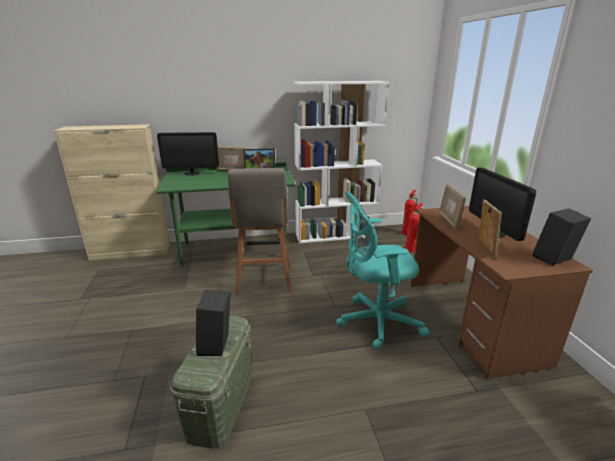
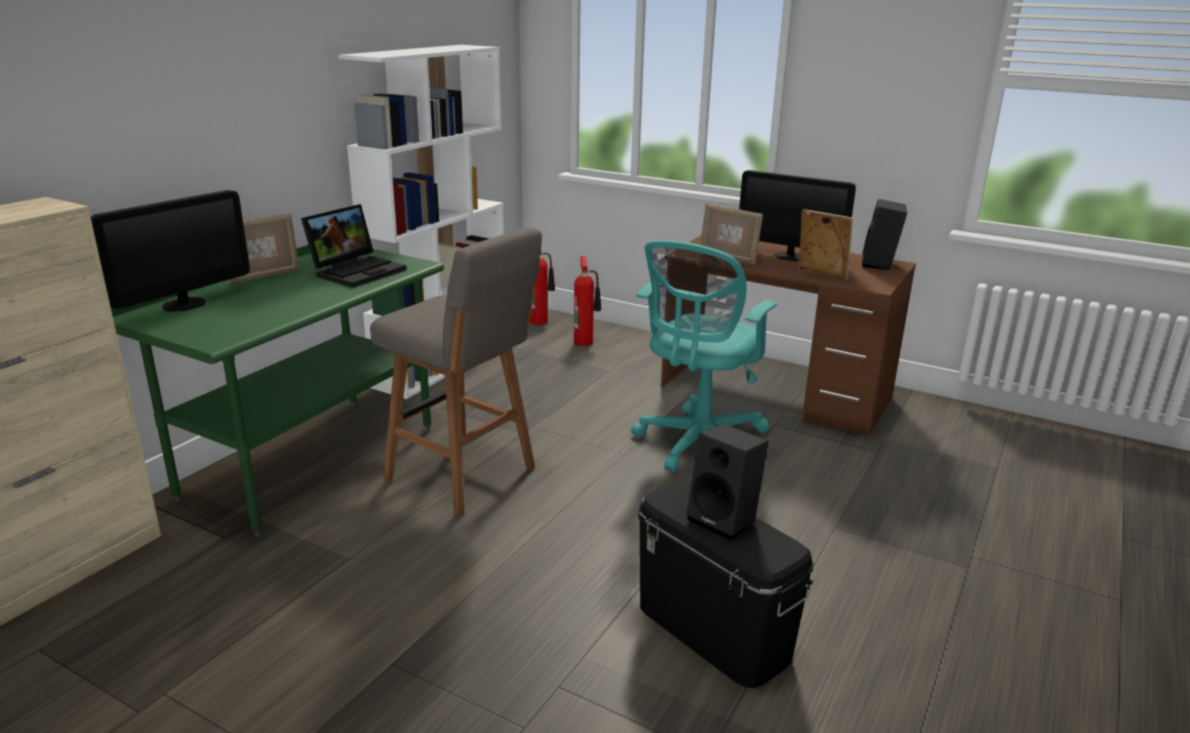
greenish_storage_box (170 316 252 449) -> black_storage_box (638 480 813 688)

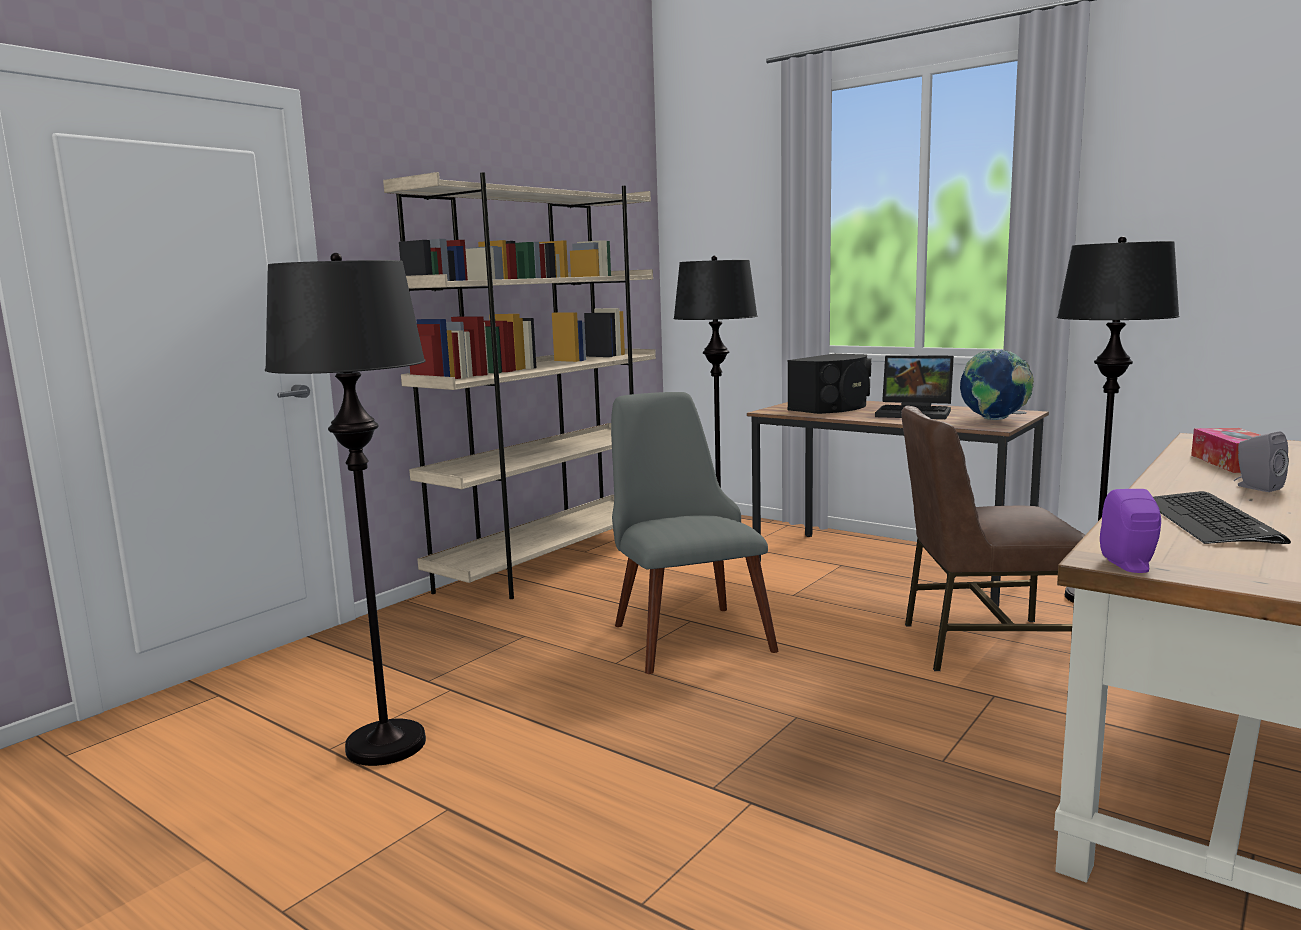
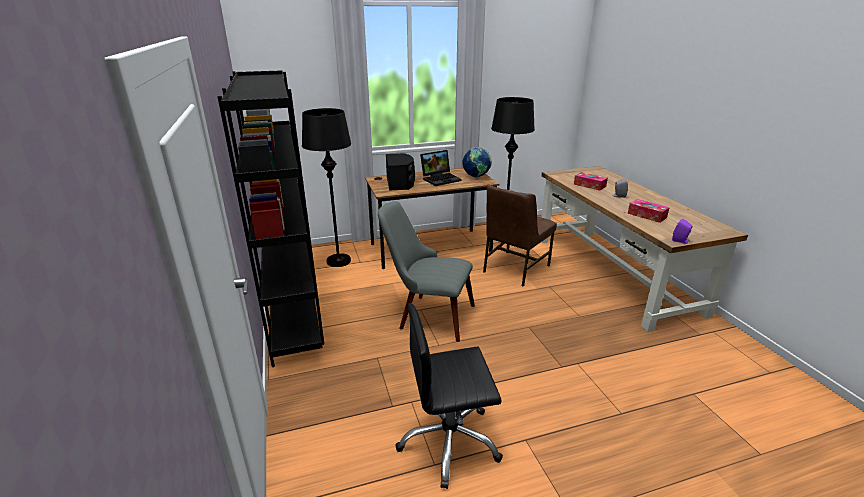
sand-coloured_bookshelf (383 172 656 599) -> black_bookshelf (217 70 324 367)
black_standard_lamp (265 253 426 766) -> black_office_chair (396 303 503 489)
computer_keyboard (1153 491 1291 544) -> box_of_tissues (628 199 670 223)

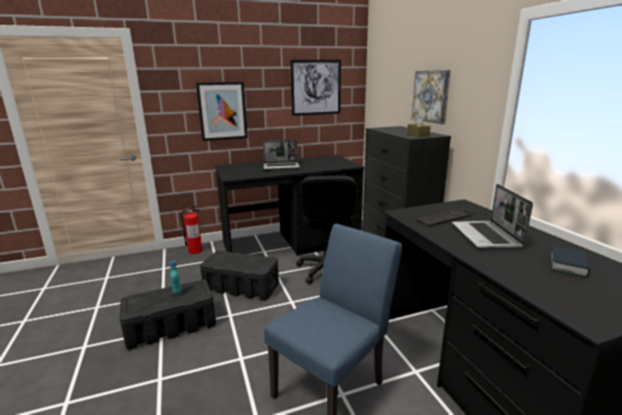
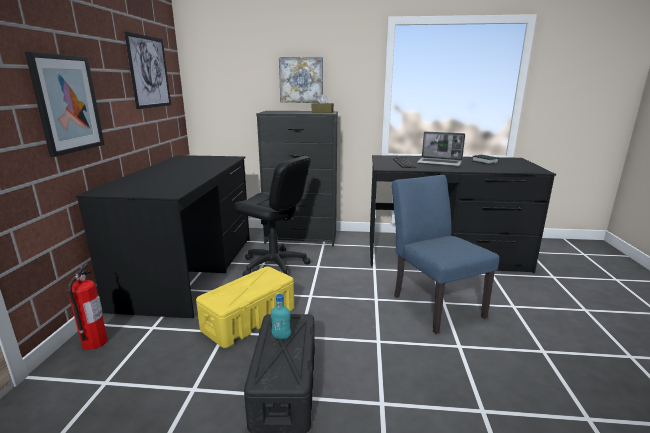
portable_computer (263 140 300 170) -> none
black_storage_box (200 251 279 300) -> yellowish_storage_box (196 266 294 348)

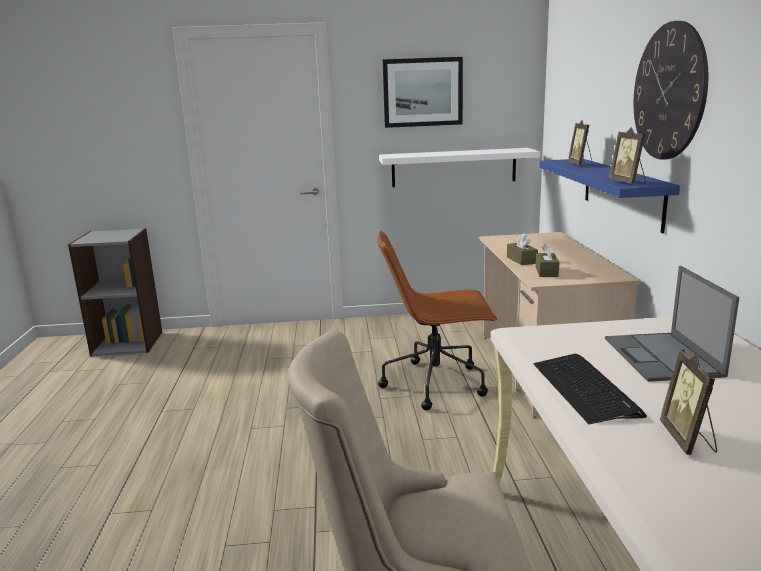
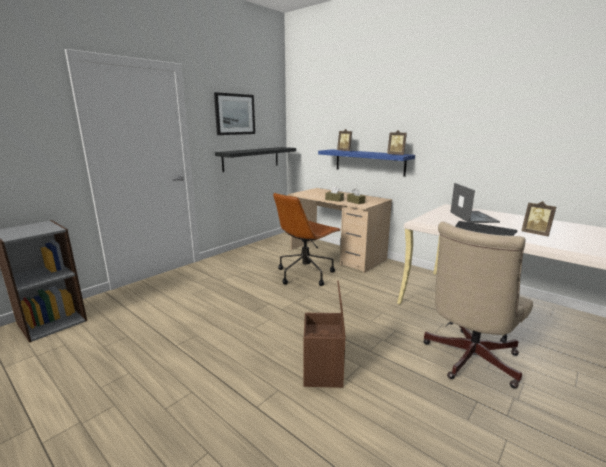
hanging_clock (634 21 708 160) -> none
whitish_bracket_shelf (379 148 540 187) -> black_bracket_shelf (215 147 296 172)
portable_computer (605 266 739 382) -> portable_computer (450 183 500 223), 135 degrees counterclockwise
none -> brown_storage_box (304 281 346 388)

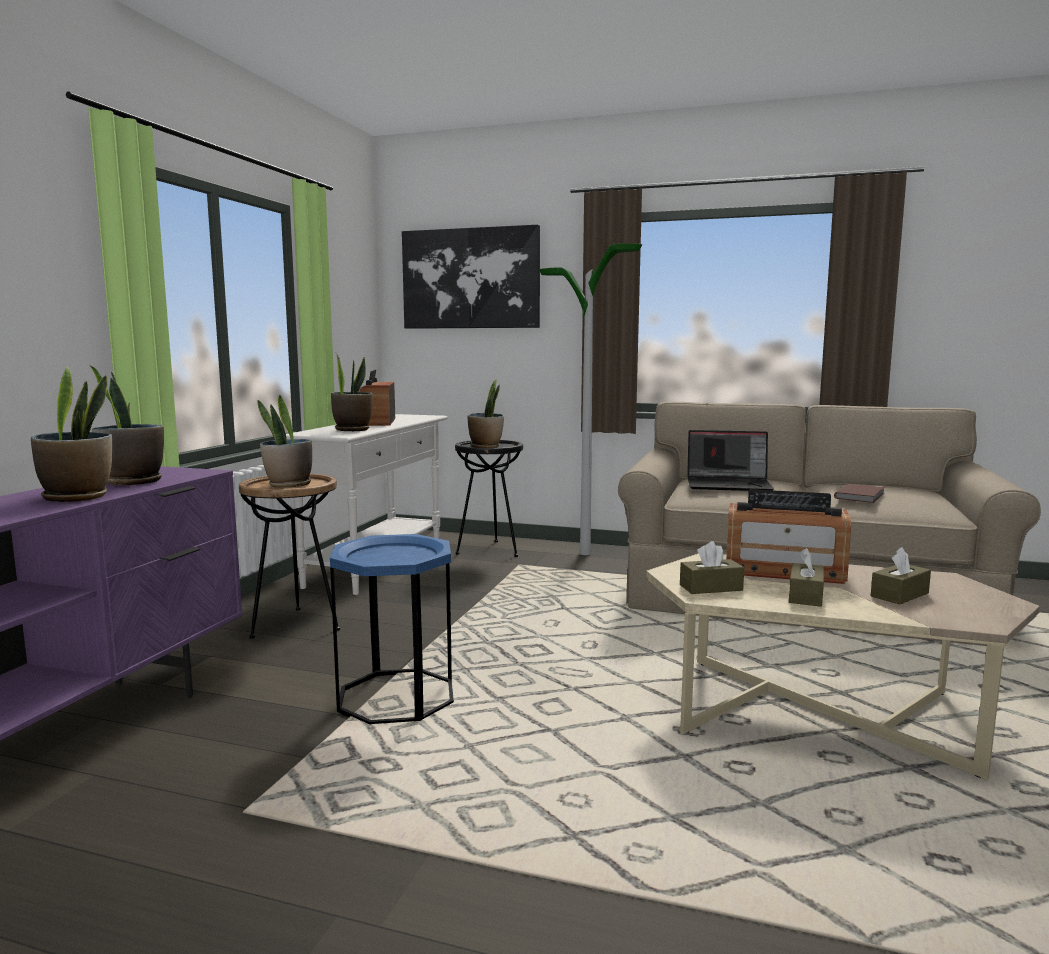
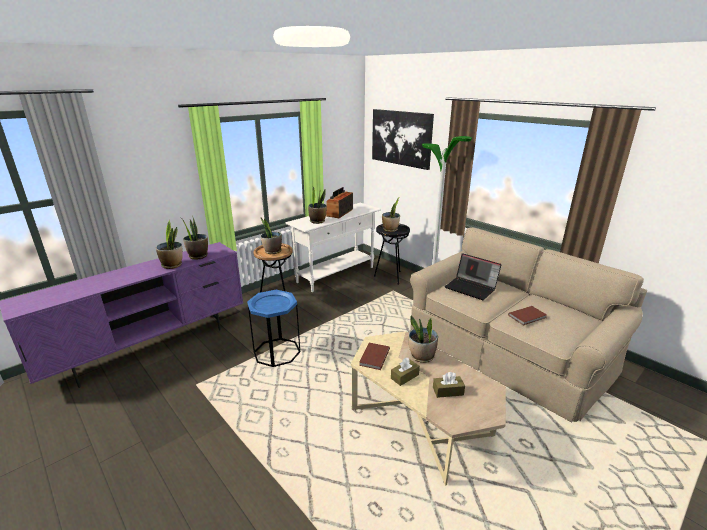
radio_receiver (726 489 851 584) -> plant_in_a_pot (409 316 438 363)
brown_box_of_tissues (680 541 744 594) -> brown_volume (359 343 390 370)

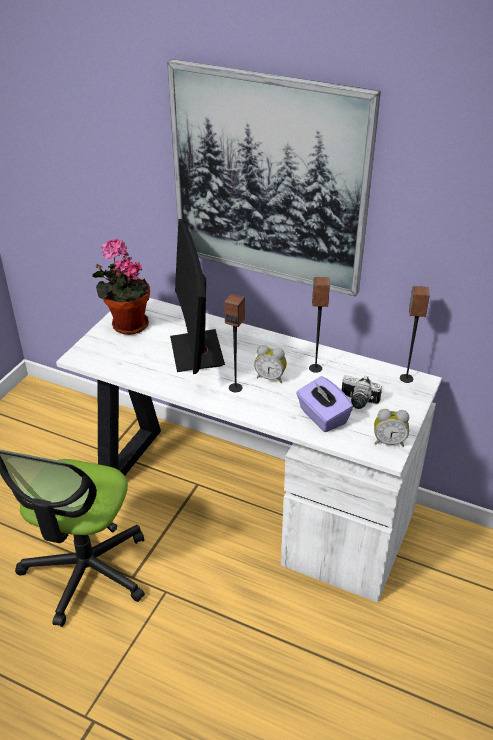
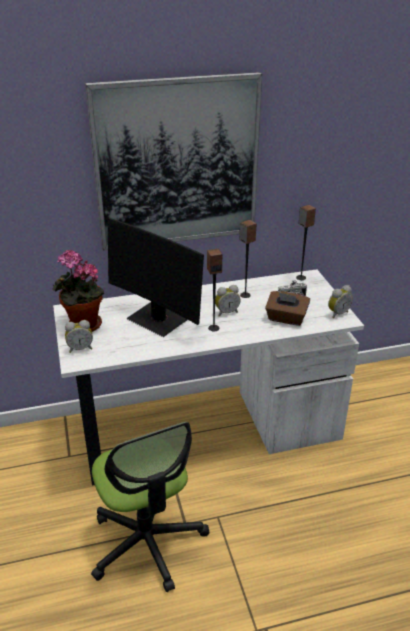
purplish_box_of_tissues (296 376 353 432) -> brown_box_of_tissues (265 291 310 326)
none -> table_clock (65 320 93 353)

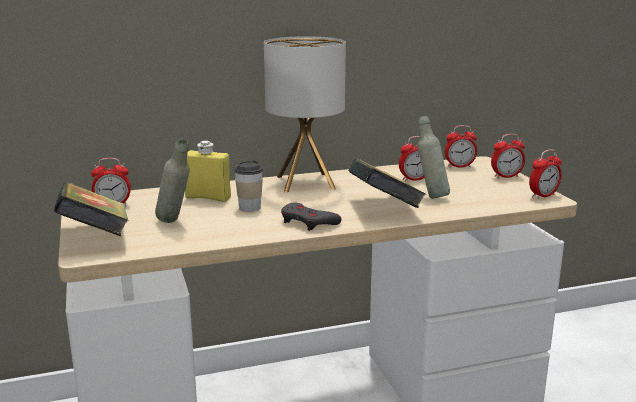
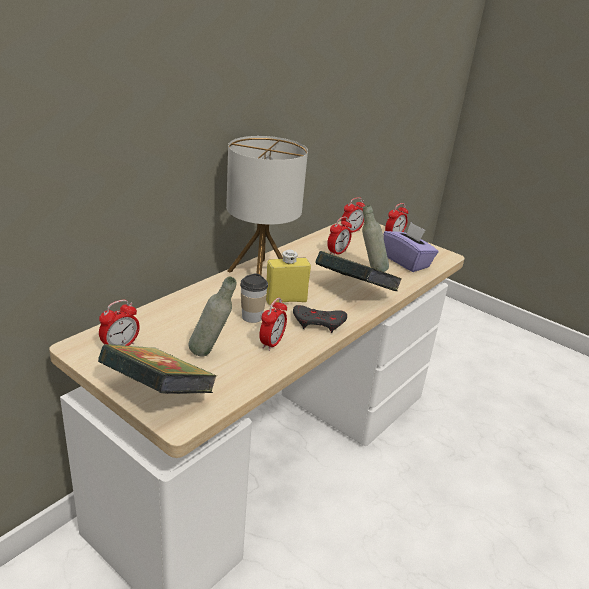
yellowish_beverage_bottle (185 141 231 202) -> yellowish_beverage_bottle (266 250 311 305), moved
table_clock (529 149 562 199) -> table_clock (259 298 287 351), moved
none -> purplish_box_of_tissues (383 222 439 272)

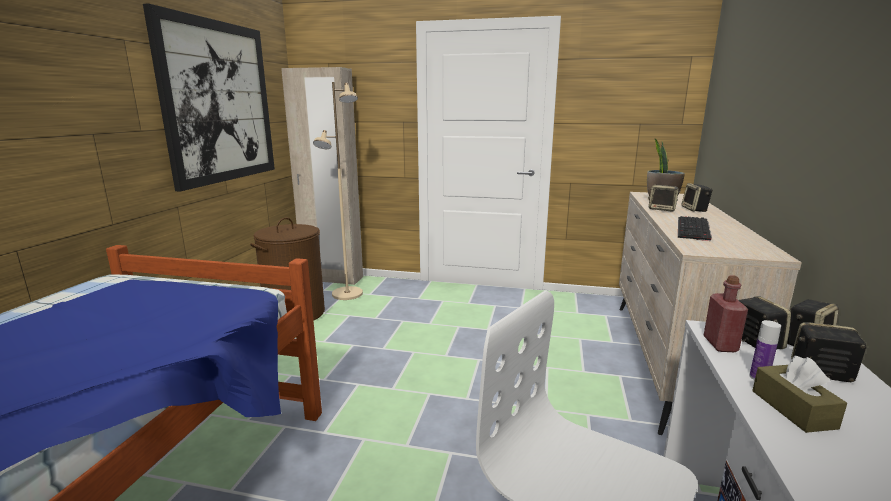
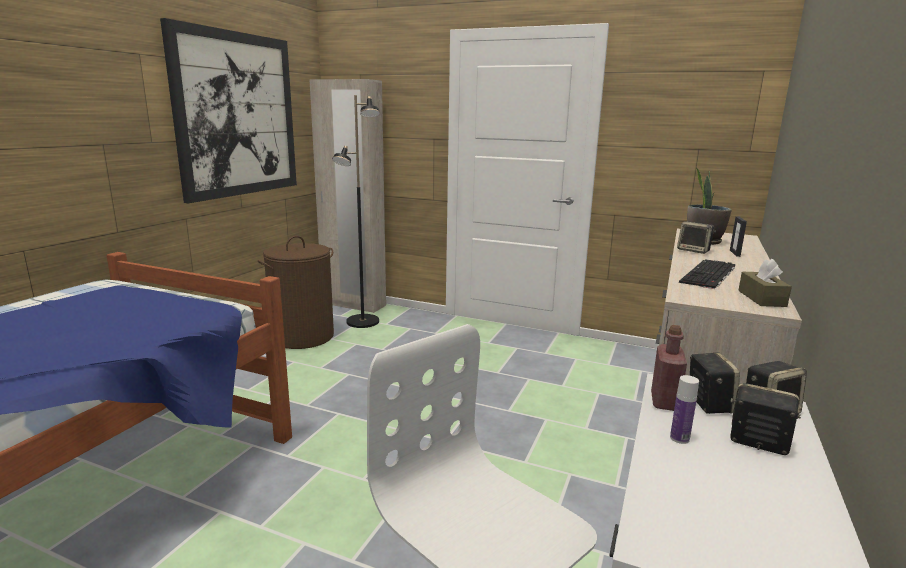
sand-coloured_standard_lamp (313 82 363 300) -> black_standard_lamp (332 95 380 328)
audio_speaker (681 183 713 212) -> photo_frame (730 216 747 257)
brown_box_of_tissues (752 356 847 433) -> brown_box_of_tissues (738 259 792 307), moved

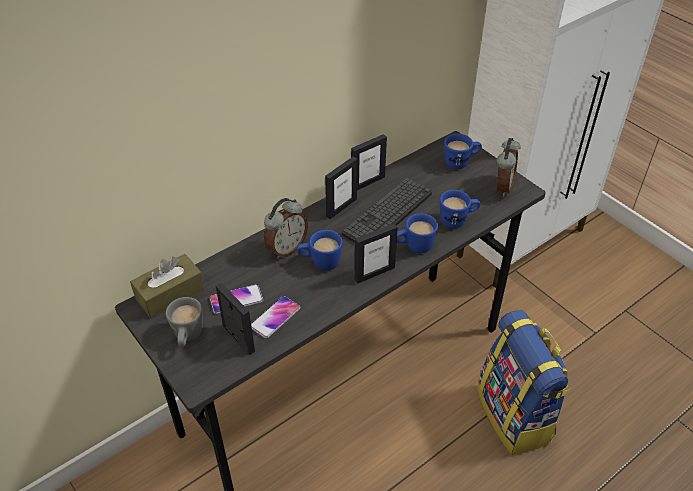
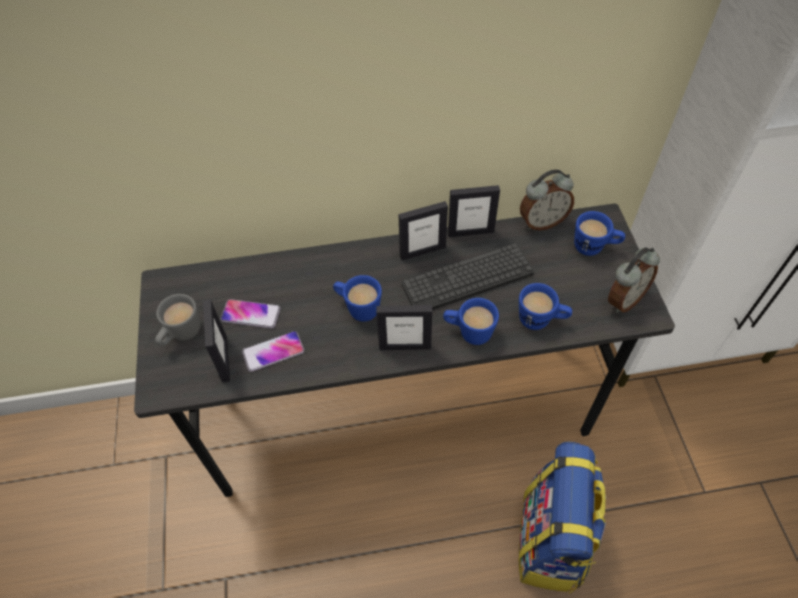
table_clock (264 198 308 259) -> table_clock (520 170 574 230), moved
brown_box_of_tissues (130 254 205 318) -> none

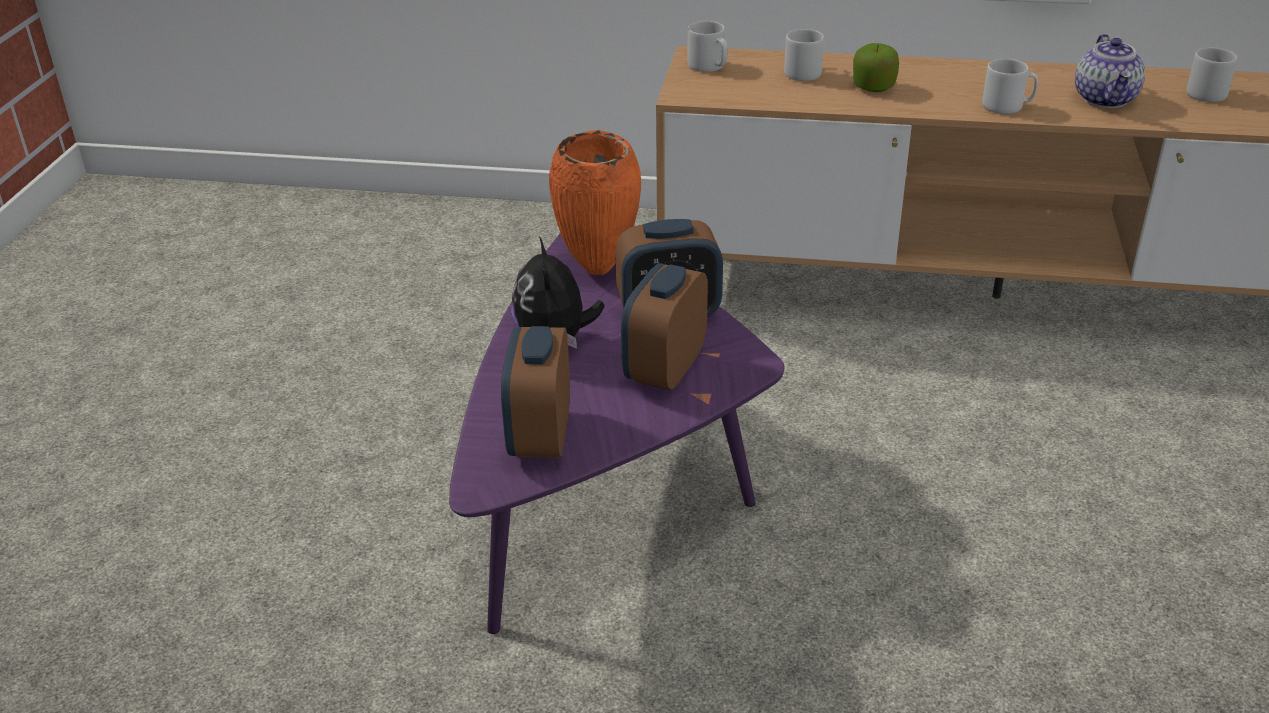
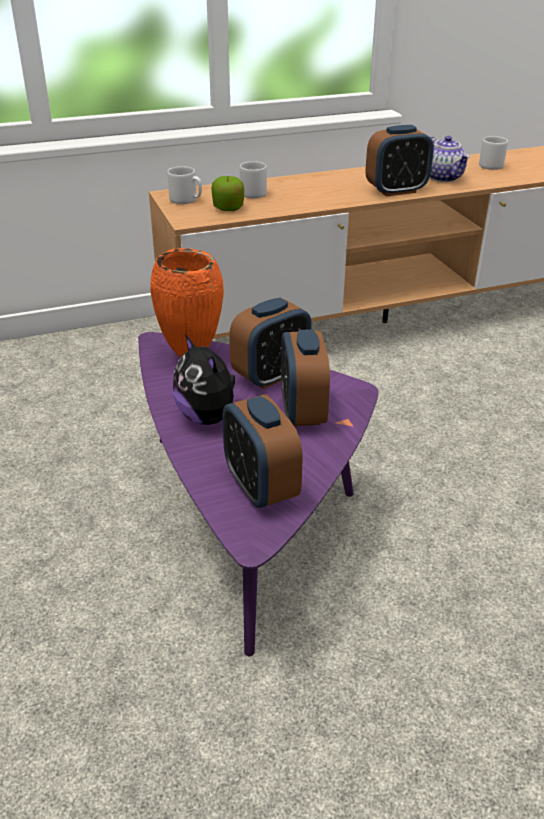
apple (853 43 899 92) -> apple (211 176 244 211), moved
grey_coffee_mug (982 59 1038 114) -> table_clock (365 125 434 196)

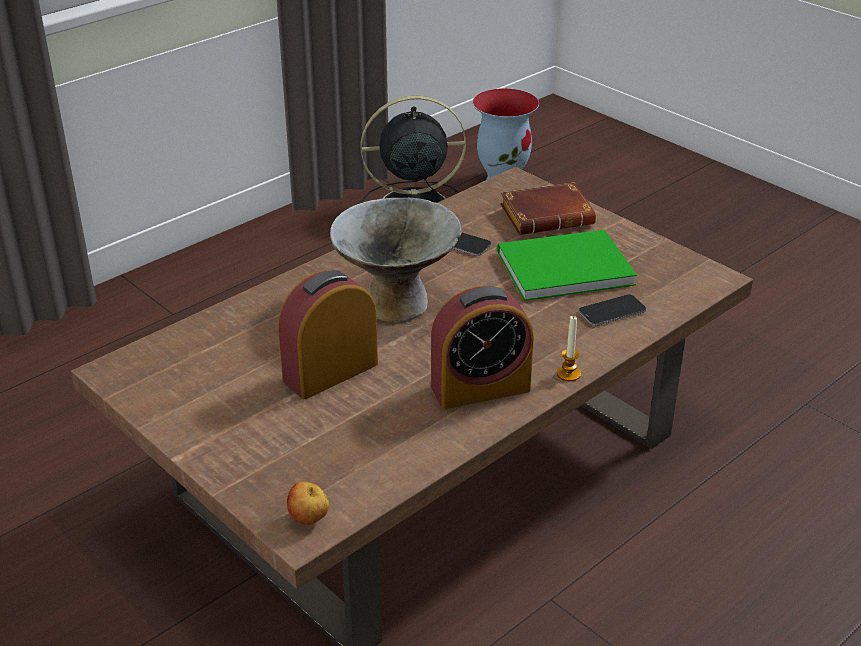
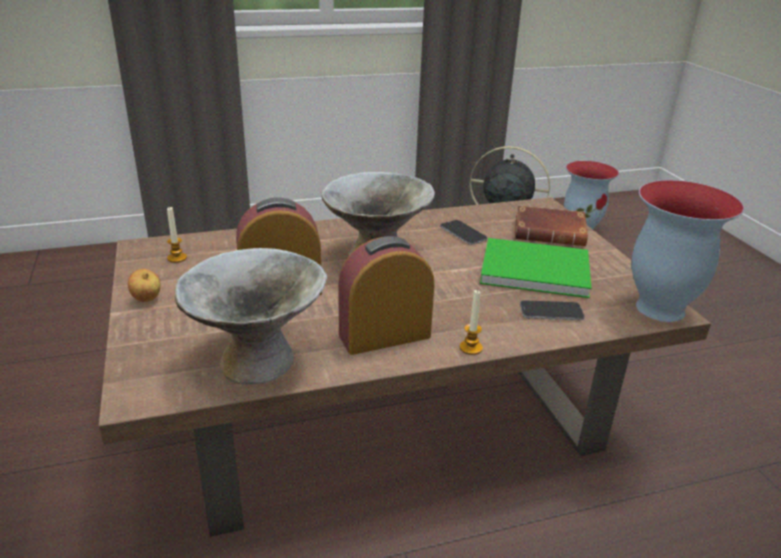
table_clock (431 285 534 409) -> table_clock (338 236 435 355), 150 degrees clockwise
apple (287 481 329 525) -> apple (128 269 161 302), moved
none -> vase (631 180 744 322)
none -> wax_light (167 206 187 263)
none -> grey_deep_dish (175 248 327 384)

